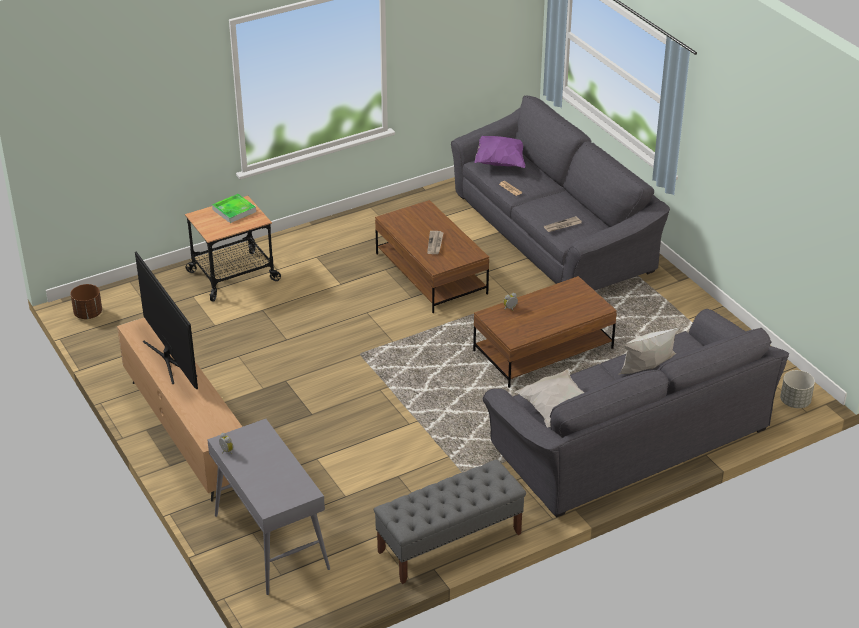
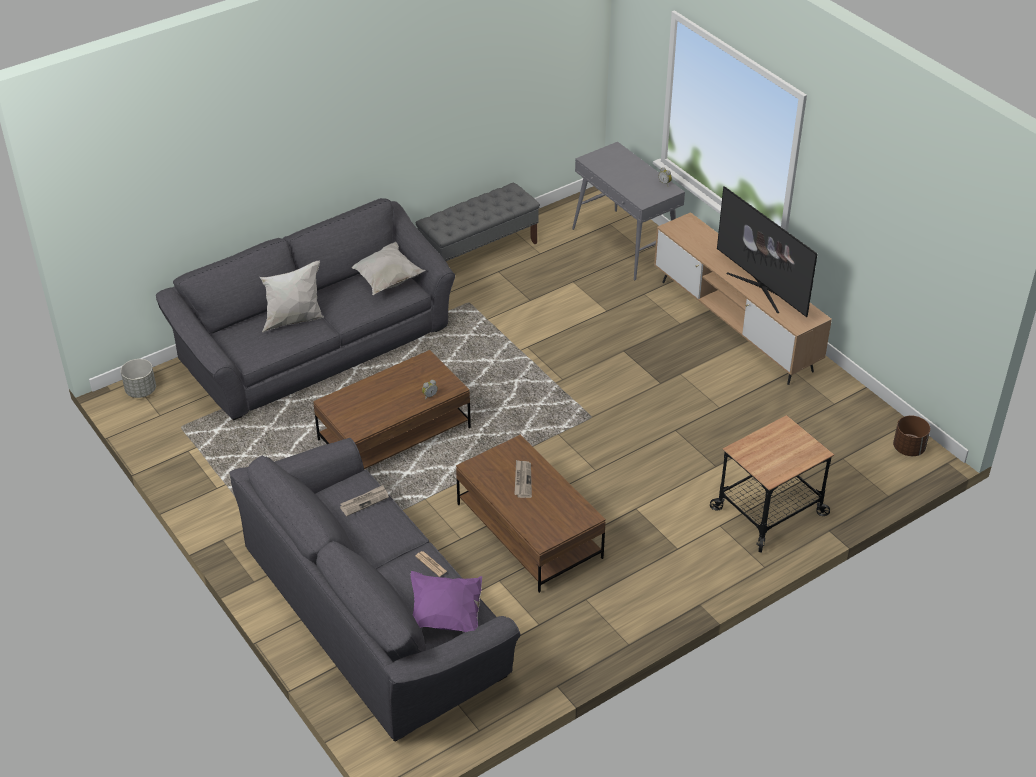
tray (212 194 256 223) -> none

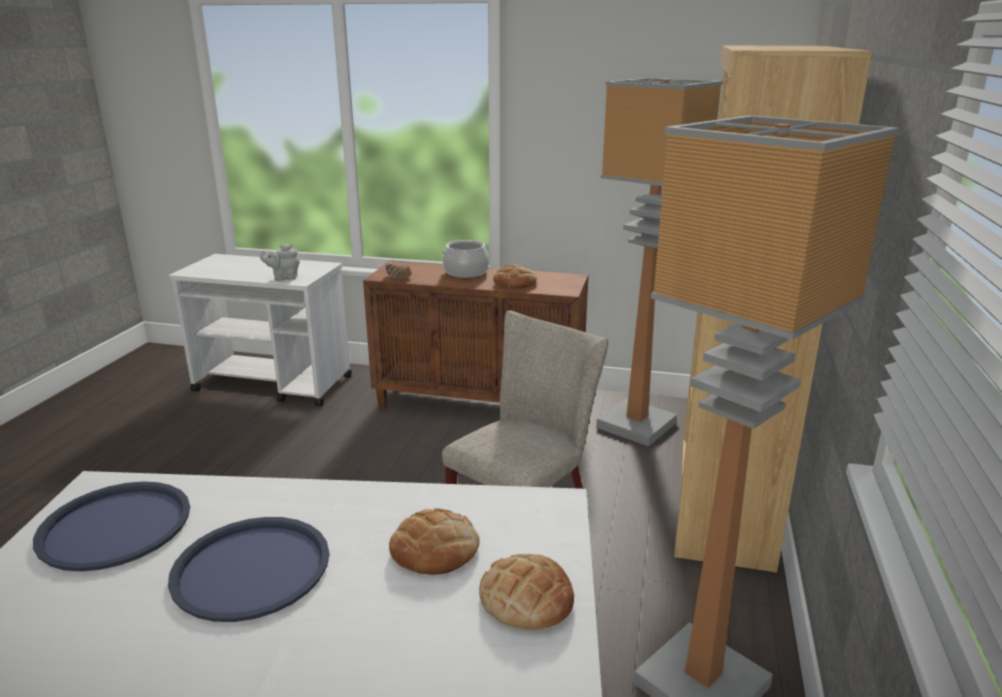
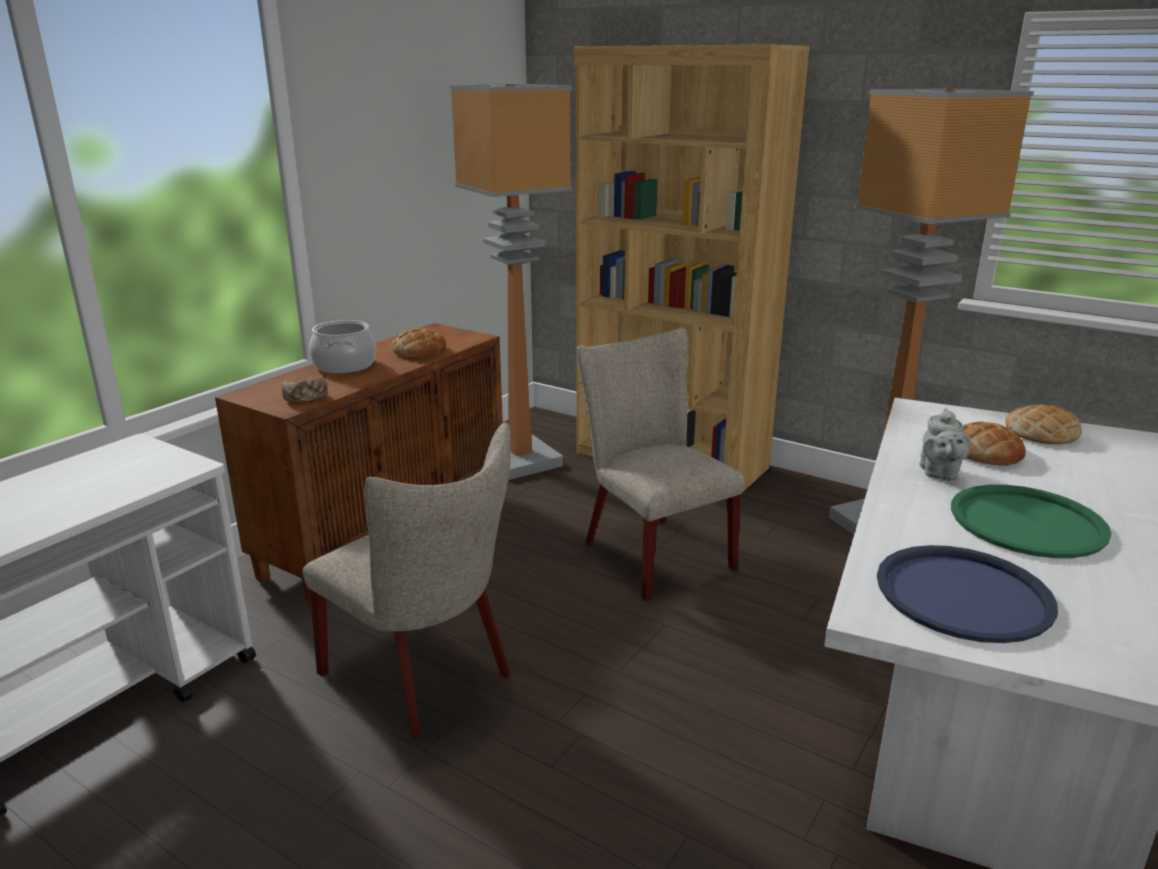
grey_pot_for_tea (260 244 300 281) -> grey_pot_for_tea (920 408 971 481), moved
bluish_tray (168 517 330 622) -> greenish_tray (951 485 1112 558)
none -> sand-coloured_upright_chair (303 422 511 738)

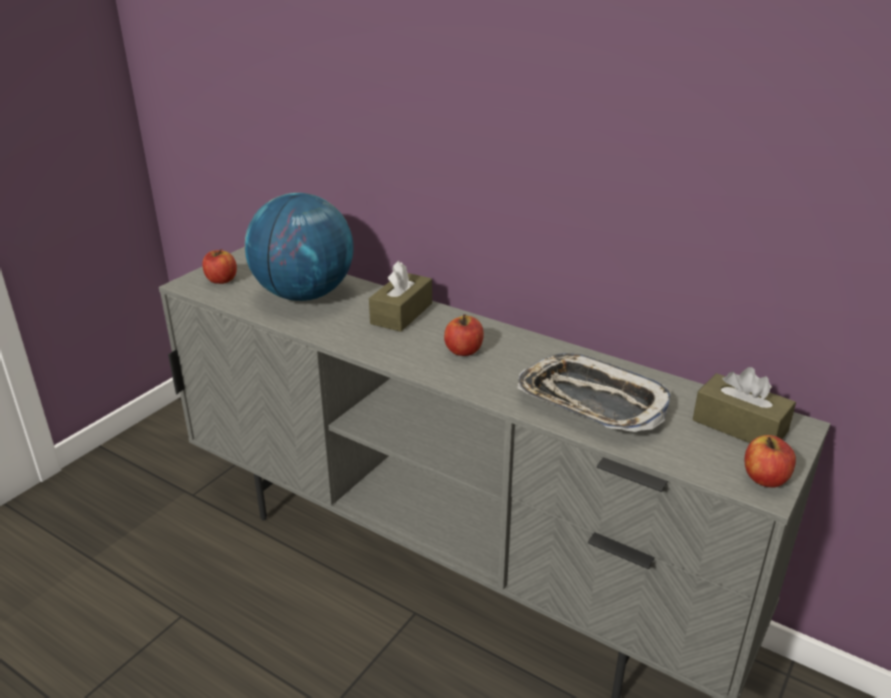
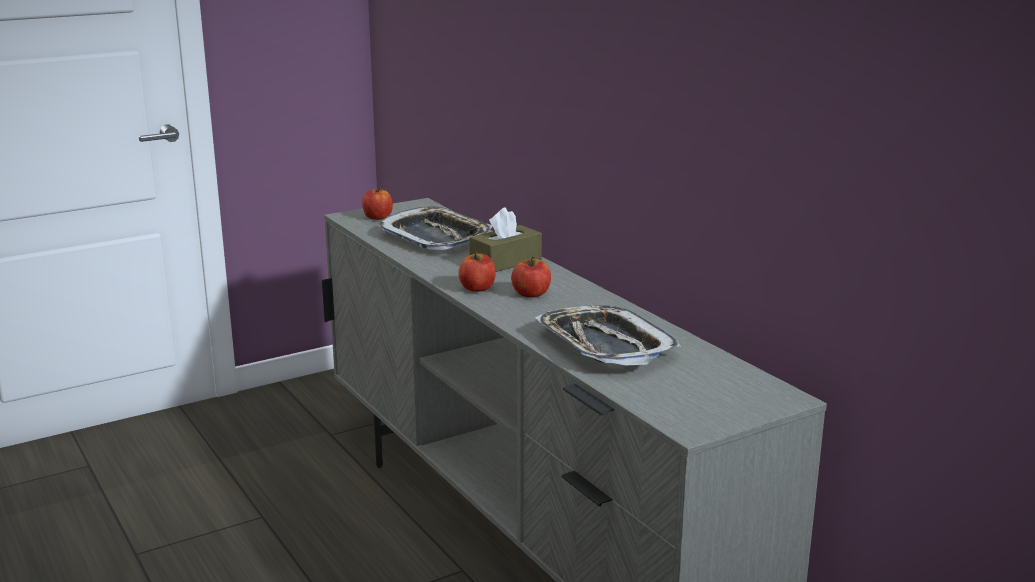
world_globe (245 193 354 301) -> tray (377 206 493 250)
brown_box_of_tissues (693 367 796 443) -> none
apple (745 435 796 487) -> apple (458 251 496 292), moved

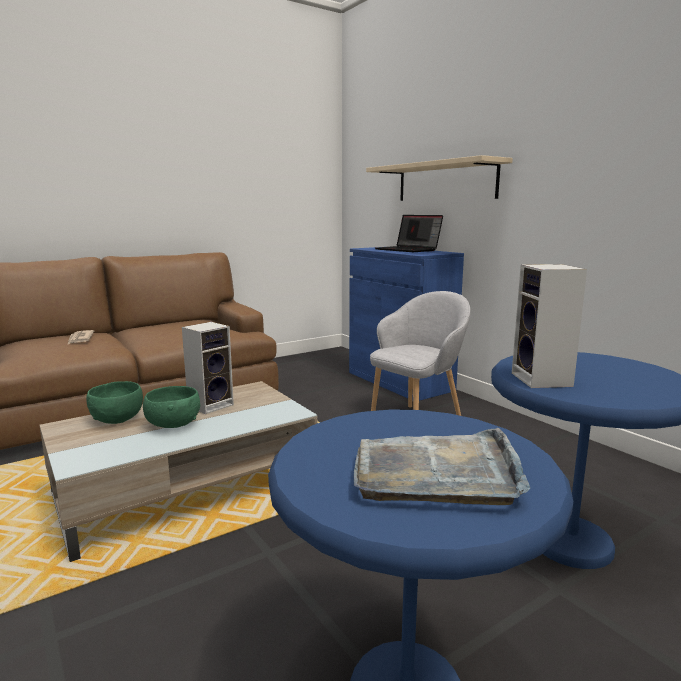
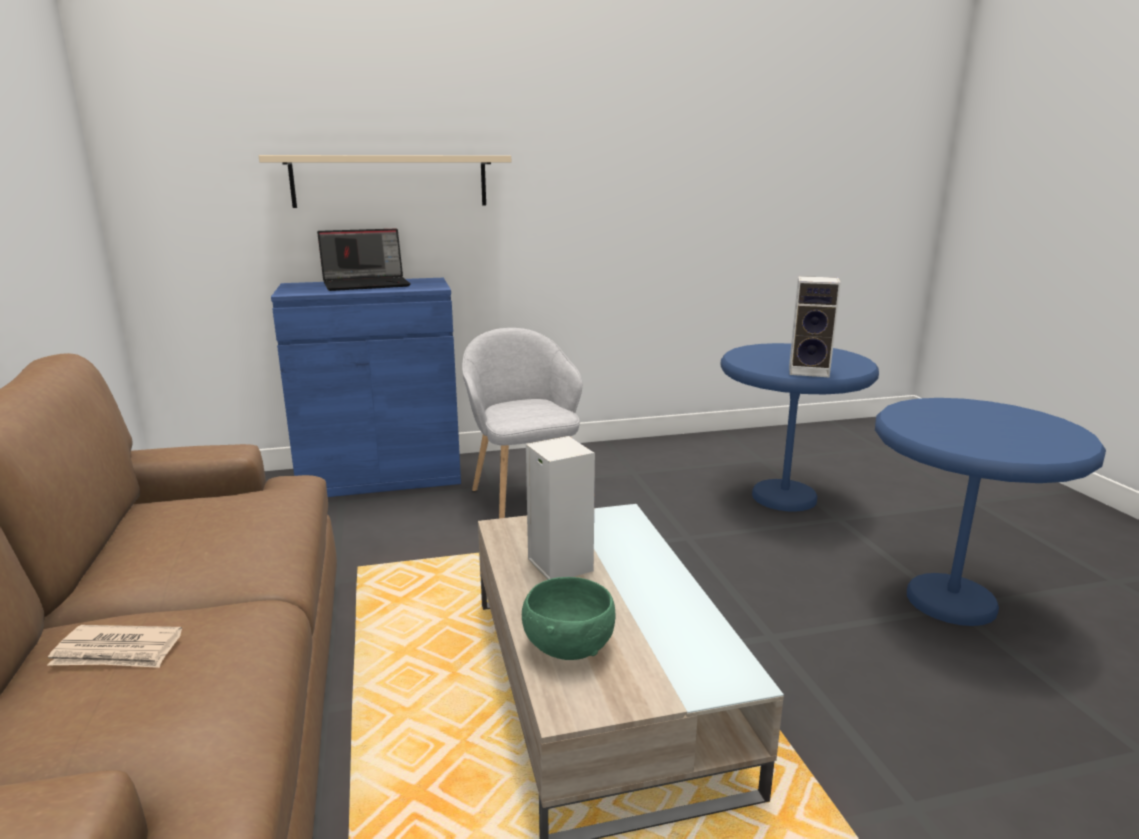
greenish_deep_dish (143 386 200 428) -> none
grey_tray (354 428 530 505) -> none

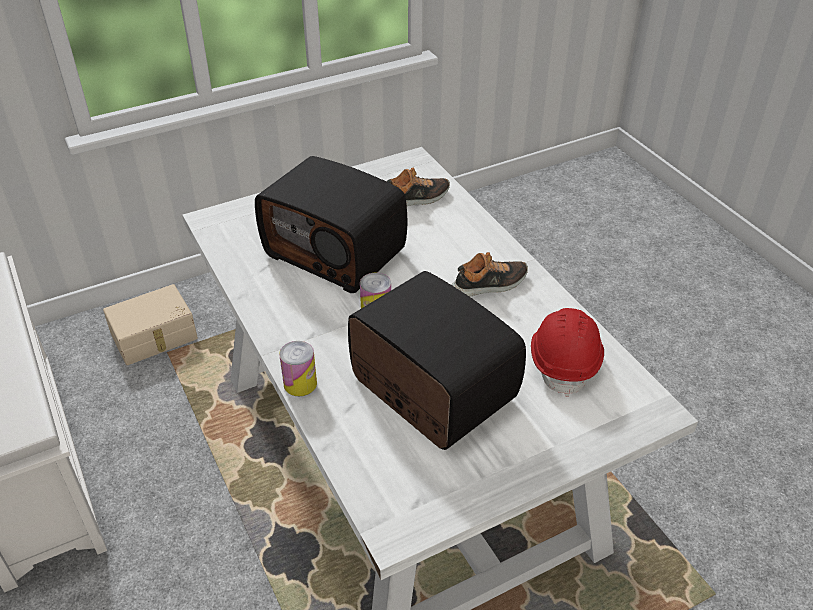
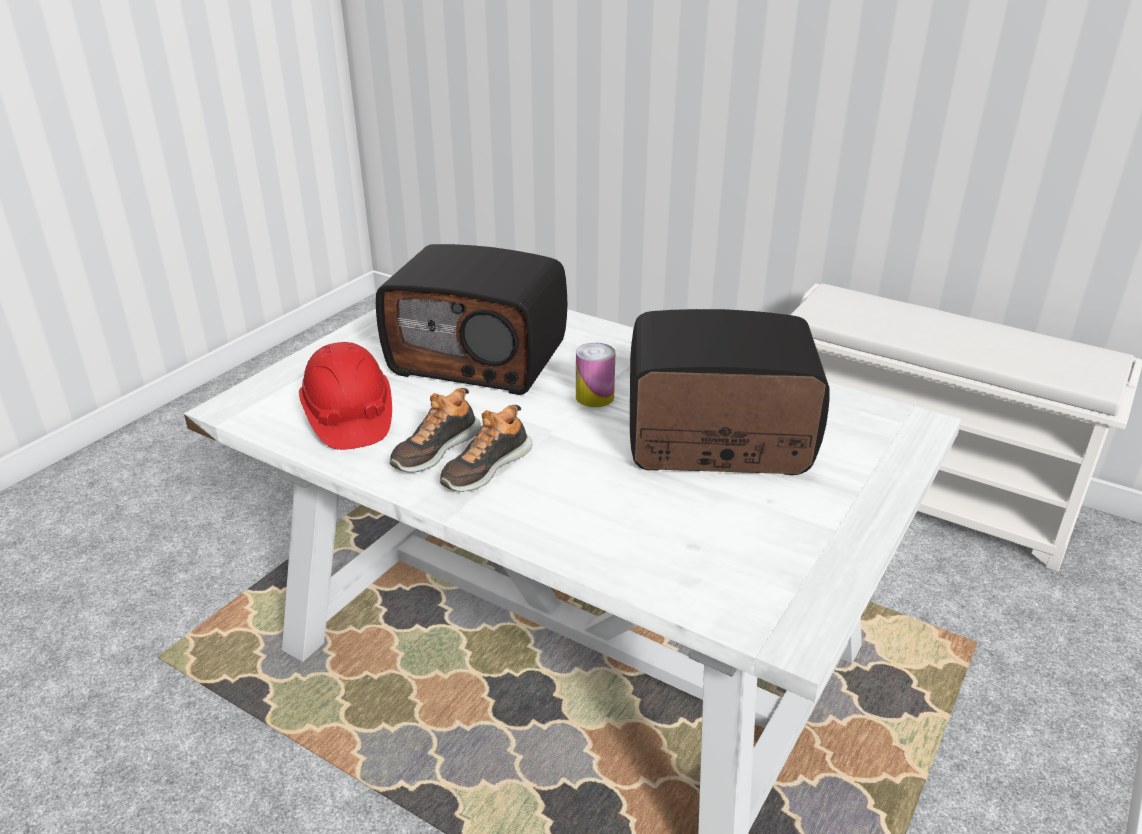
shoe (387 168 450 206) -> shoe (390 388 481 472), moved
sand-coloured_storage_box (103 284 198 365) -> none
can (279 341 317 396) -> none

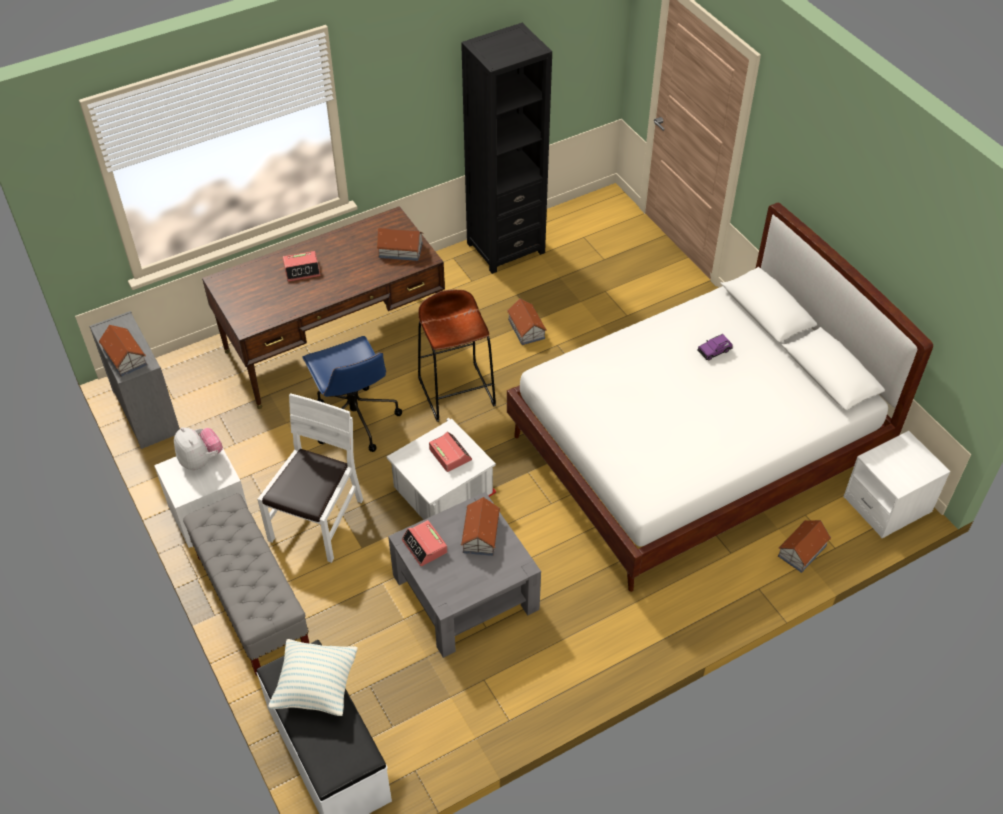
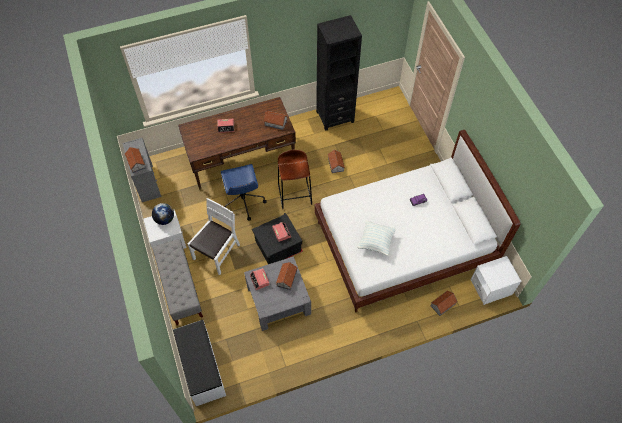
whitish_storage_box (386 418 496 520) -> black_storage_box (252 213 303 264)
cuddly_toy (174 427 223 470) -> world_globe (152 203 174 225)
pillow (268 639 358 716) -> pillow (357 220 396 256), moved

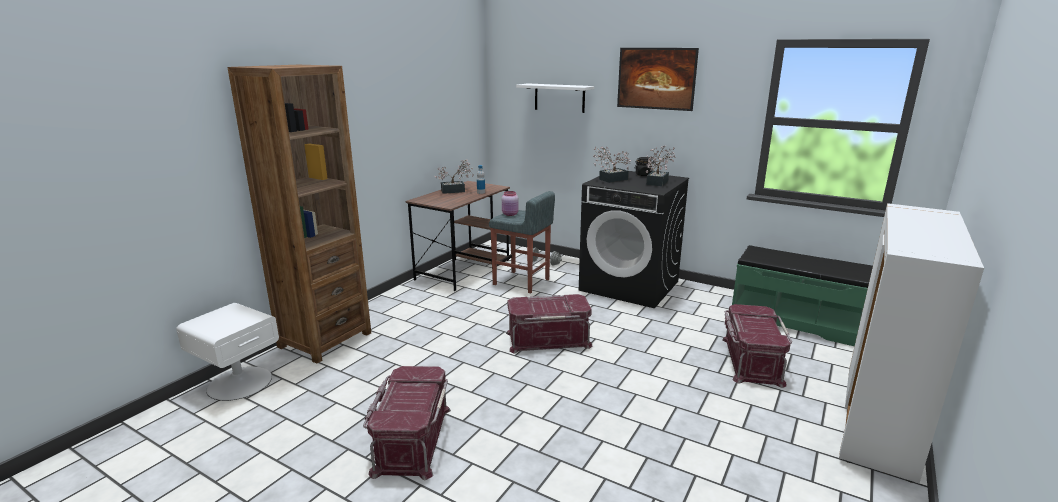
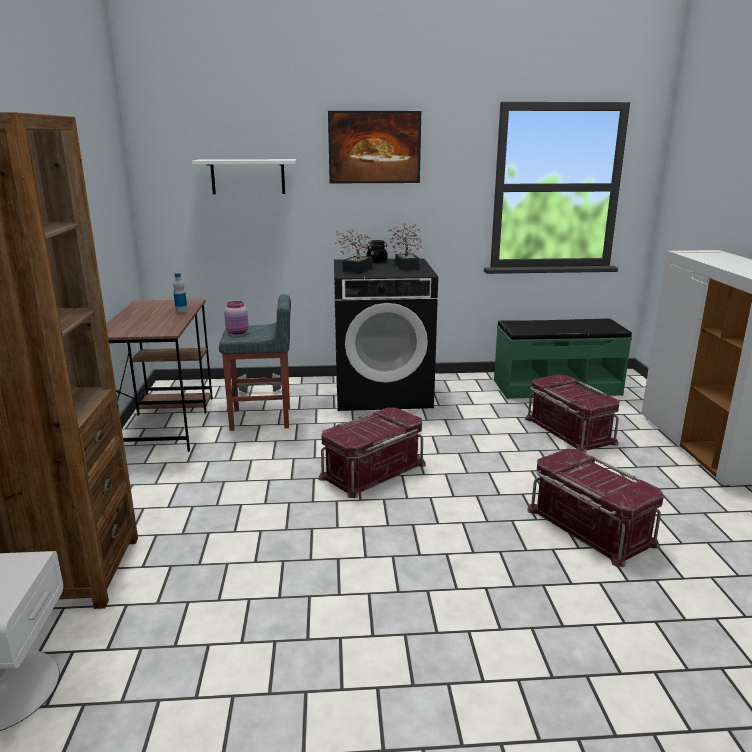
plant_in_a_pot (434 160 474 194) -> none
red_storage_box (363 366 451 480) -> red_storage_box (527 449 664 567), moved

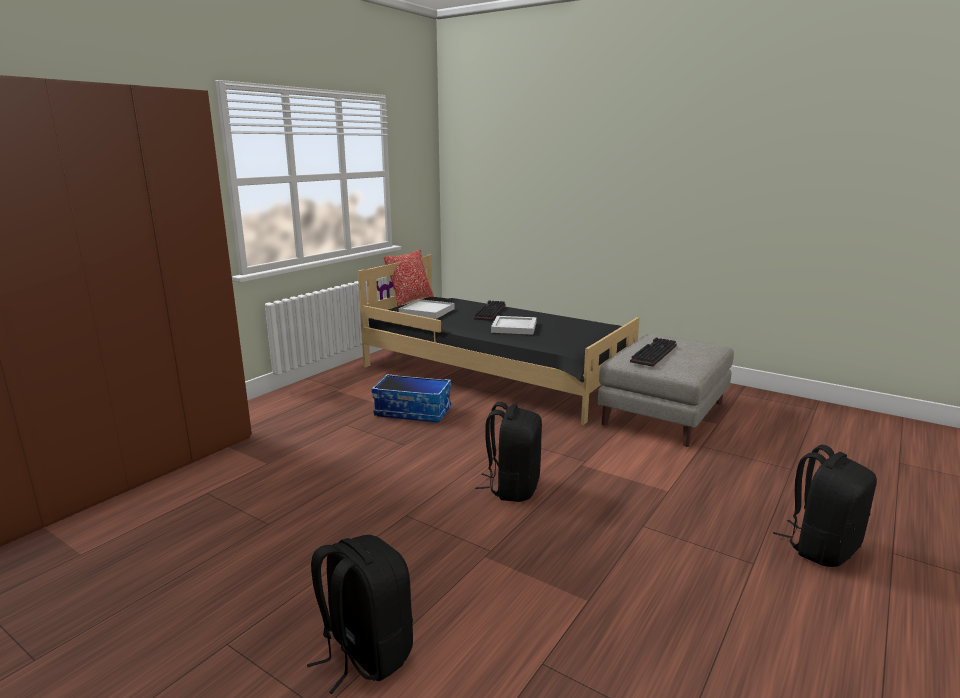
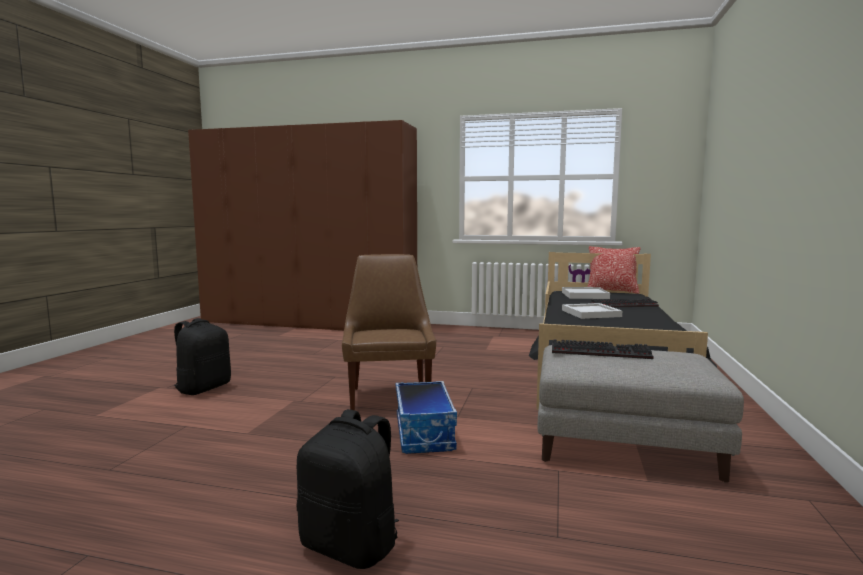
storage_box (371 374 451 422) -> storage_box (396 381 457 454), moved
black_backpack (475 402 542 502) -> brown_upright_chair (342 254 436 410)

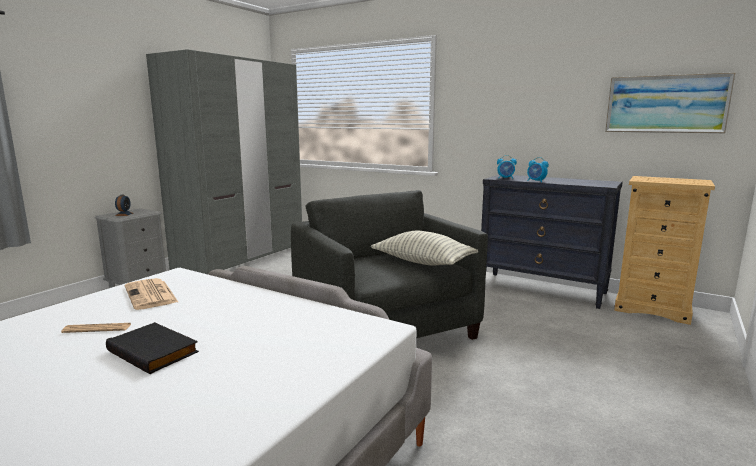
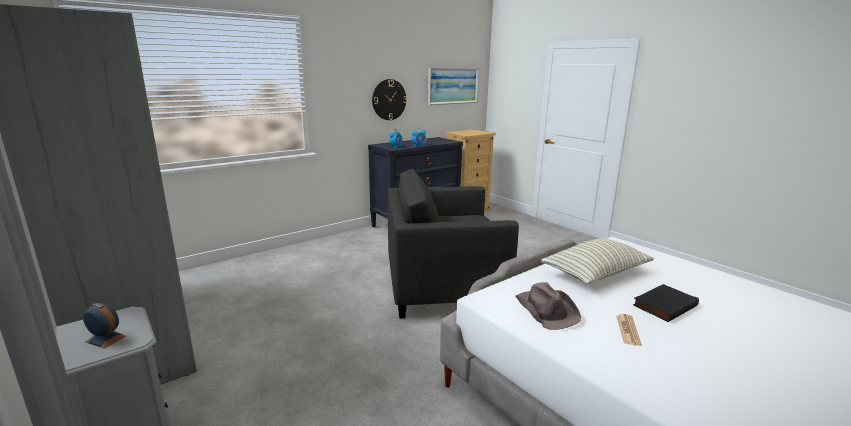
pillow (371 231 478 265) -> pillow (541 238 655 284), moved
printed_paper (125 278 178 310) -> brown_hat (516 282 581 330)
none -> hanging_clock (372 79 407 120)

